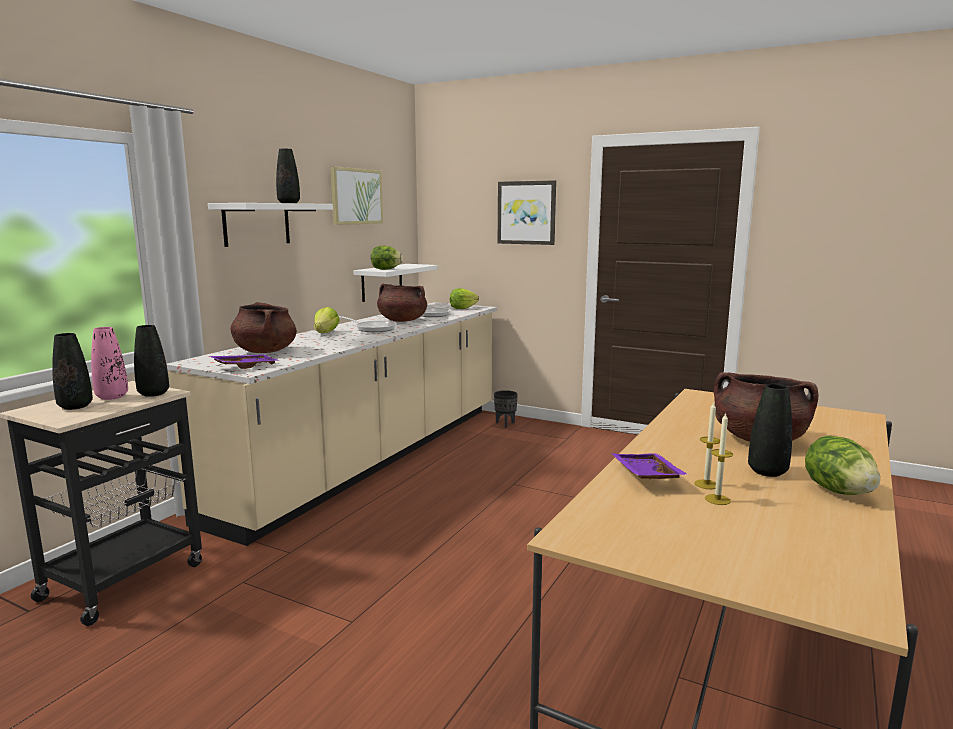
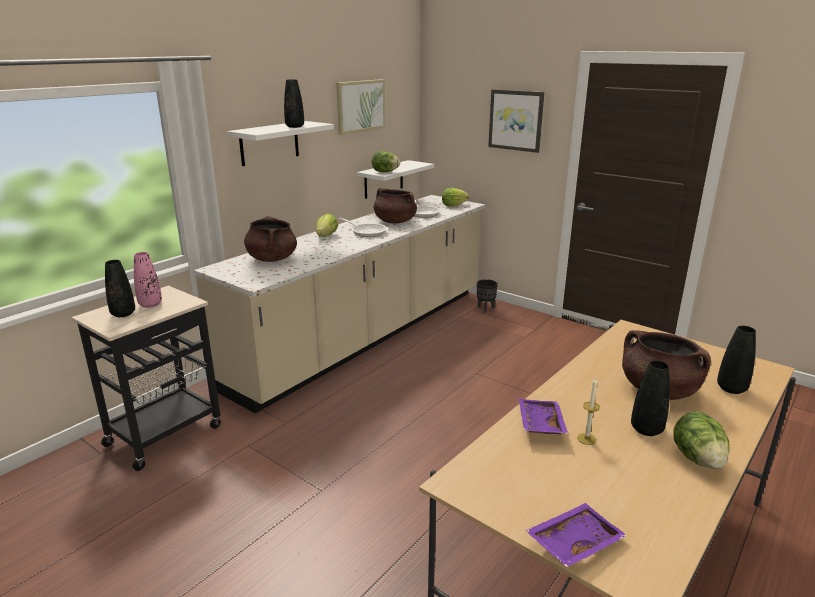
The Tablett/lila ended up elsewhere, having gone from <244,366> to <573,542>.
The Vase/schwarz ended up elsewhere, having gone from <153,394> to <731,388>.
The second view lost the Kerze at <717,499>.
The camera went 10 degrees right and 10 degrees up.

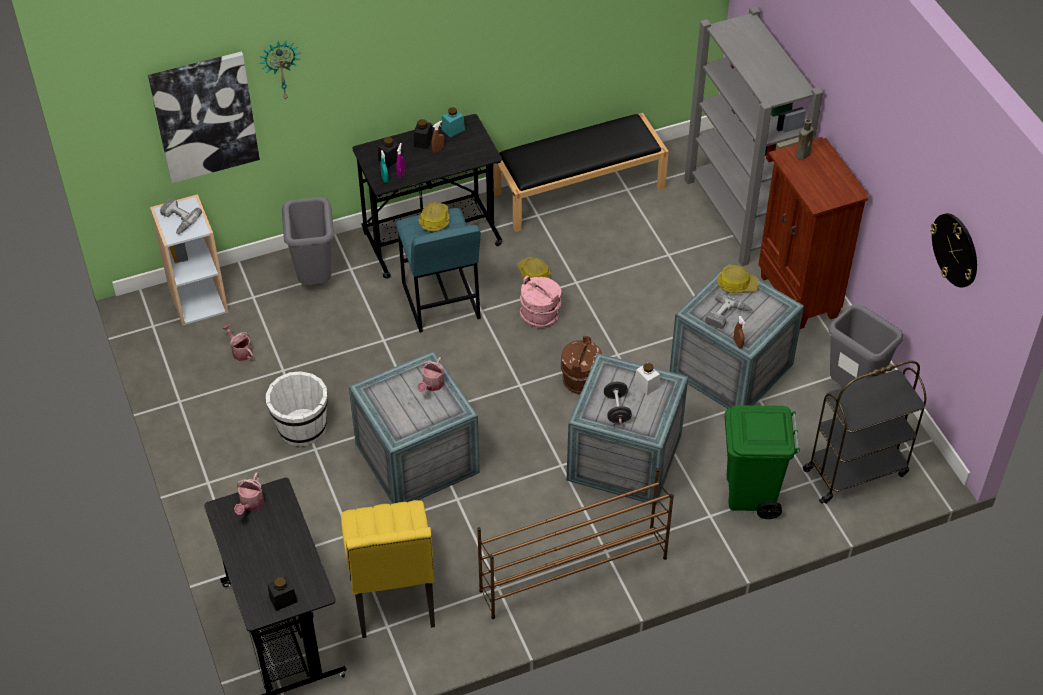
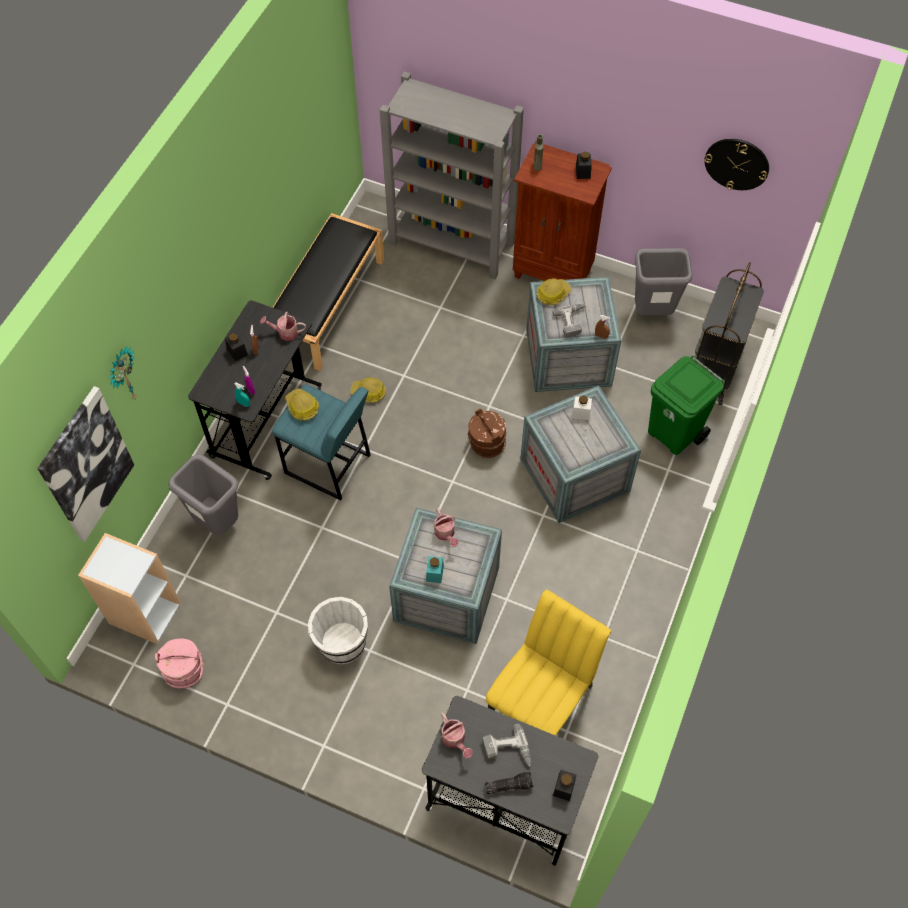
The Eimer/rosa ended up elsewhere, having gone from <540,315> to <184,670>.
The Gießkanne ended up elsewhere, having gone from <240,351> to <285,332>.
The Vorratsglas/türkis ended up elsewhere, having gone from <453,129> to <434,573>.
The Bohrmaschine ended up elsewhere, having gone from <177,220> to <507,751>.
The second view gained the Taschenlampe at <508,785>.
The Stuhl/gelb at <392,591> ended up facing another way, 90 degrees counterclockwise from before.
The Vorratsglas/schwarz ended up elsewhere, having gone from <390,159> to <583,172>.
The second view lost the Schuhregal/braun at <572,574>.
The second view lost the Hantel/schwarz at <617,410>.
The camera went 45 degrees left and 10 degrees up.

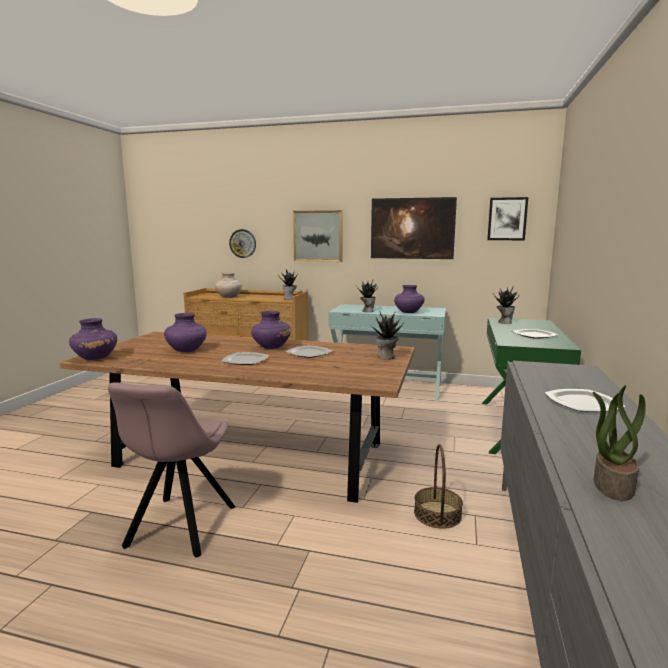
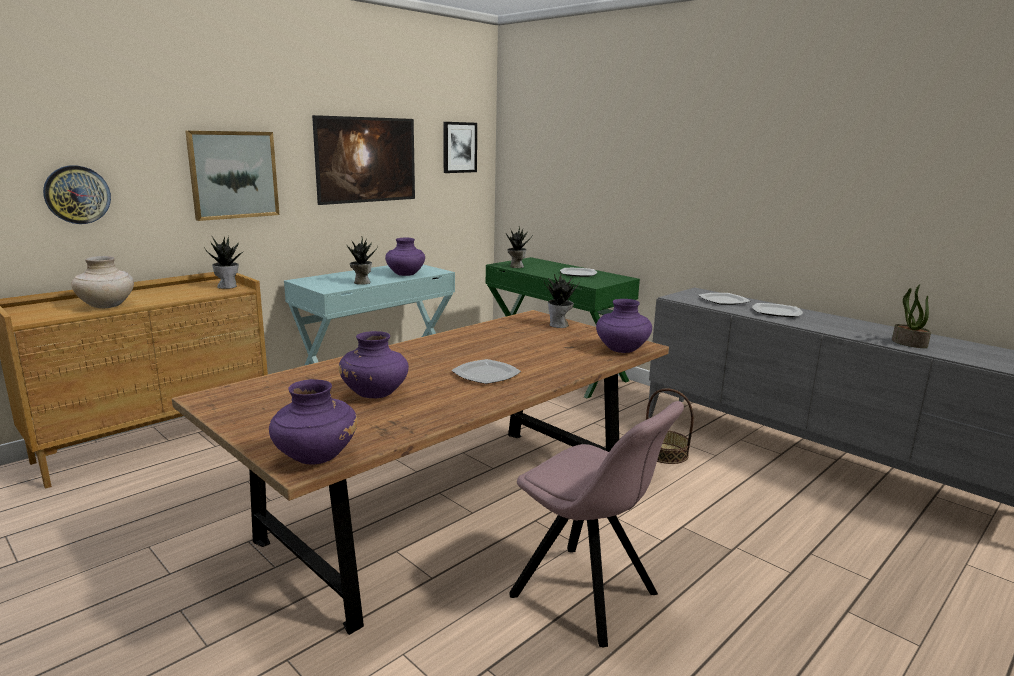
The Vase/lila ended up elsewhere, having gone from <271,347> to <621,350>.
The Teller ended up elsewhere, having gone from <308,353> to <723,301>.
The camera went 60 degrees left and 5 degrees up.

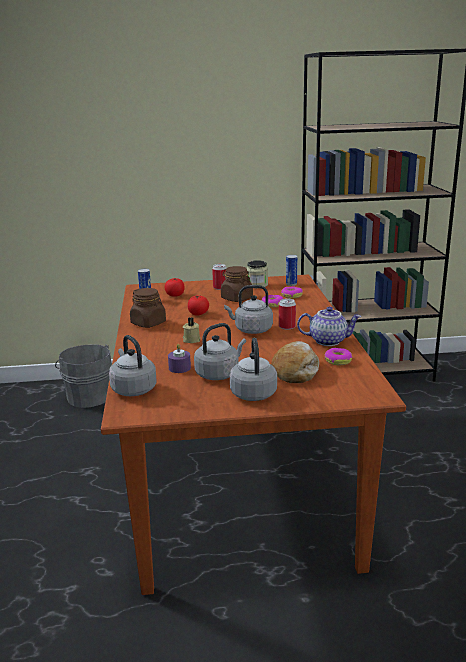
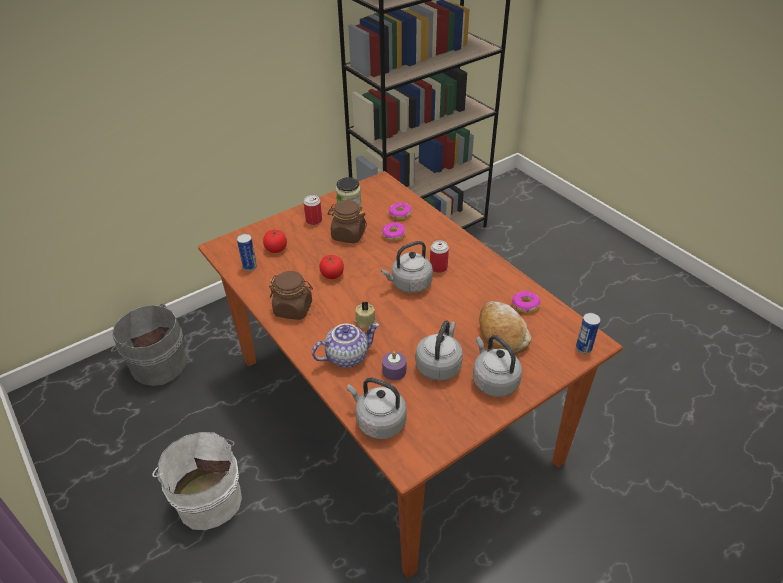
The second view gained the Eimer/weiß at <209,497>.
The Teekanne ended up elsewhere, having gone from <328,341> to <347,356>.
The Dose ended up elsewhere, having gone from <291,284> to <583,348>.
The camera went 30 degrees left and 20 degrees up.

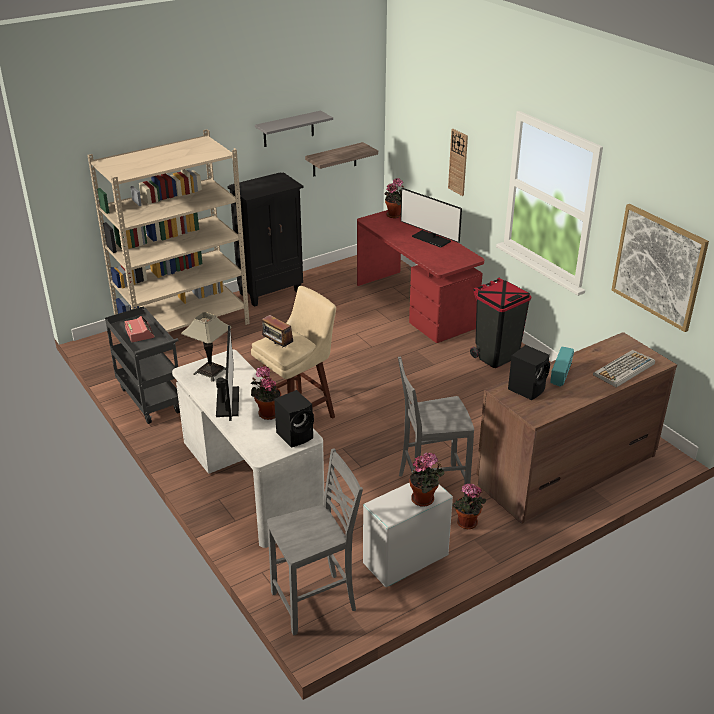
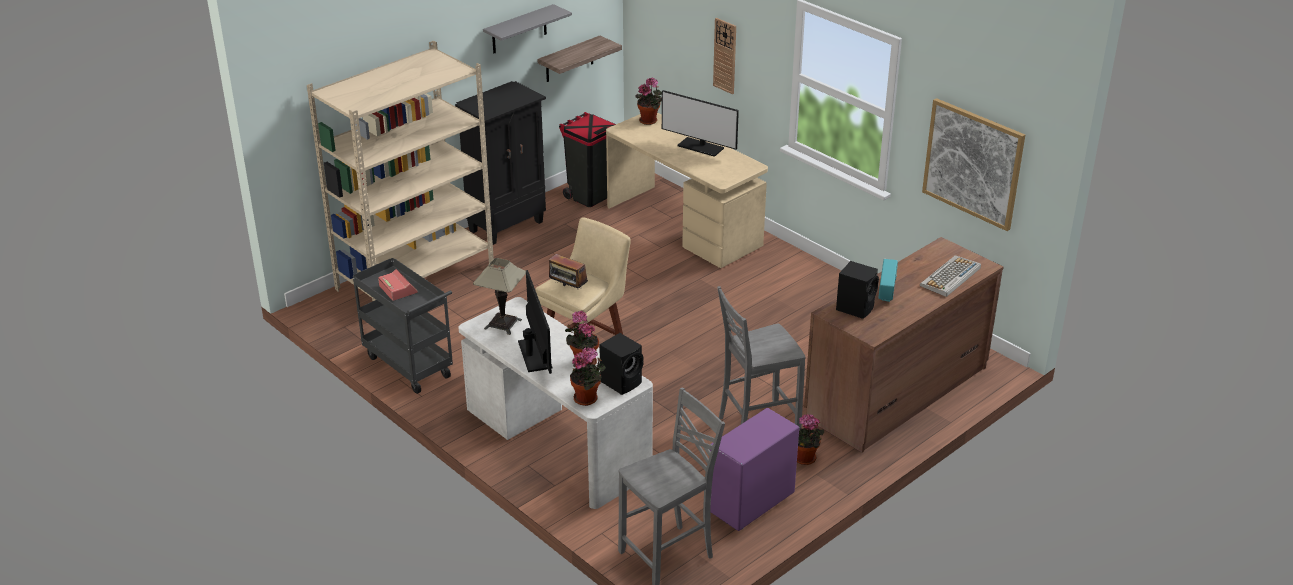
The Mülleimer/schwarz ended up elsewhere, having gone from <496,355> to <590,195>.
The Topfpflanze ended up elsewhere, having gone from <425,499> to <588,399>.
What was the Schreibtisch/rot at <415,305> turned into the Schreibtisch/beige at <684,225>.
What was the Nachttisch/weiß at <404,562> turned into the Nachttisch/lila at <749,505>.
The camera went 10 degrees left and 0 degrees up.

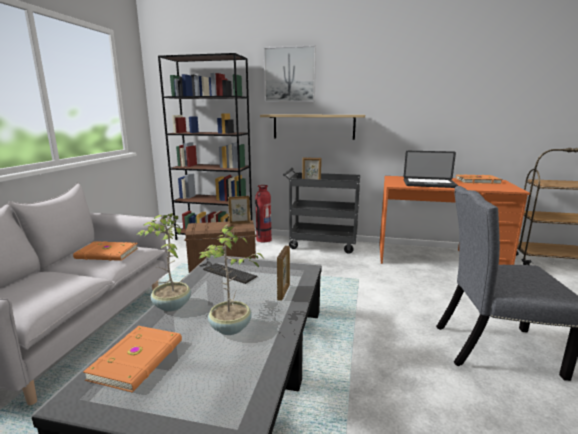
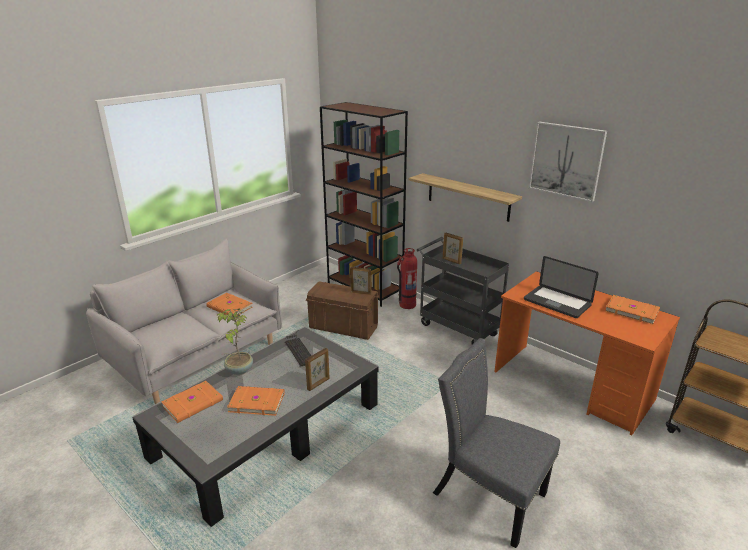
Where the Topfpflanze stood at <230,328>, the Buch/orange came to stand at <256,402>.
The Bild ended up elsewhere, having gone from <289,74> to <566,160>.
The camera went 30 degrees right and 10 degrees up.

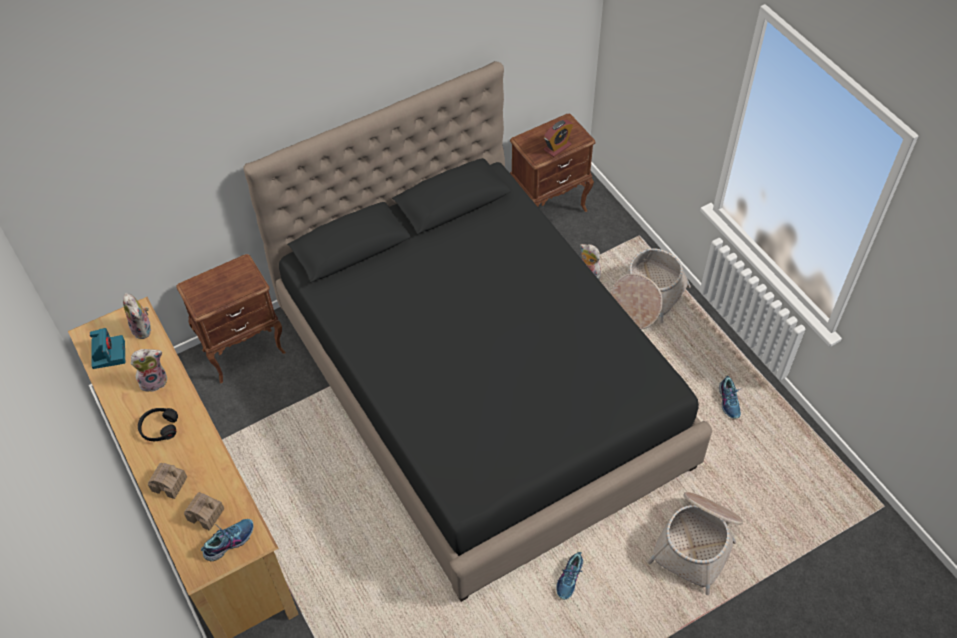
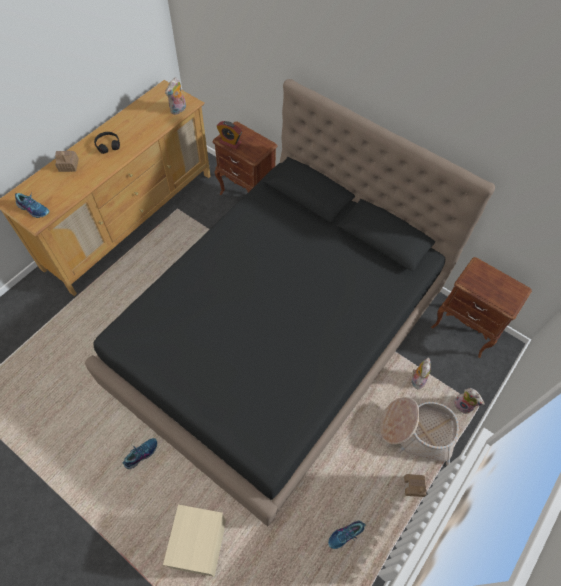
The Schuh at <570,578> ended up facing another way, 135 degrees clockwise from before.
Where the Korb stood at <697,542>, the Aufbewahrungsbox/beige came to stand at <200,545>.
The Wecker ended up elsewhere, having gone from <557,147> to <230,142>.
The Spielzeughaus ended up elsewhere, having gone from <206,514> to <413,486>.
The Plüschtier ended up elsewhere, having gone from <154,380> to <463,405>.
The second view lost the Kamera at <108,353>.
The camera went 65 degrees right and 5 degrees up.

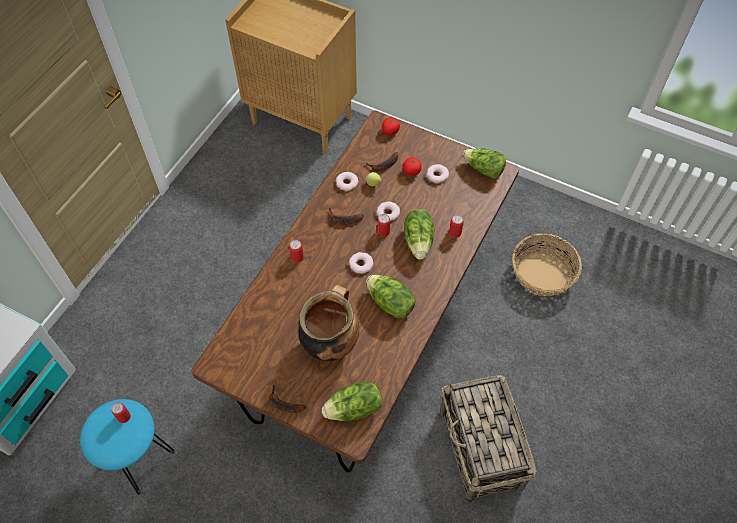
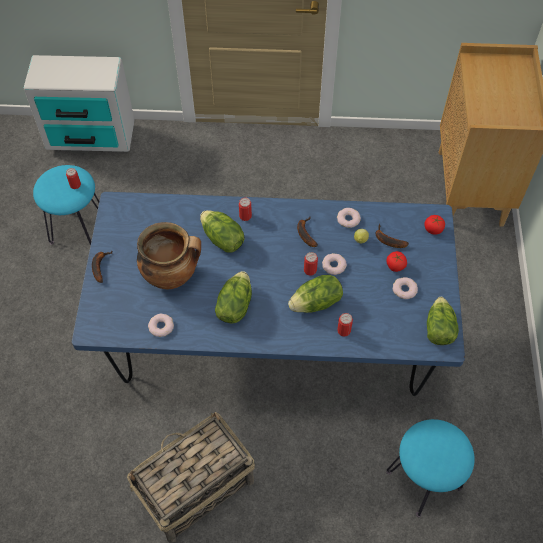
What was the Esstisch/braun at <369,331> turned into the Esstisch/blau at <270,343>.
The Donut ended up elsewhere, having gone from <361,264> to <161,326>.
The Salatkopf ended up elsewhere, having gone from <354,409> to <222,239>.
Where the Korb stood at <542,275>, the Hocker/türkis came to stand at <423,479>.
The camera went 65 degrees right and 0 degrees up.

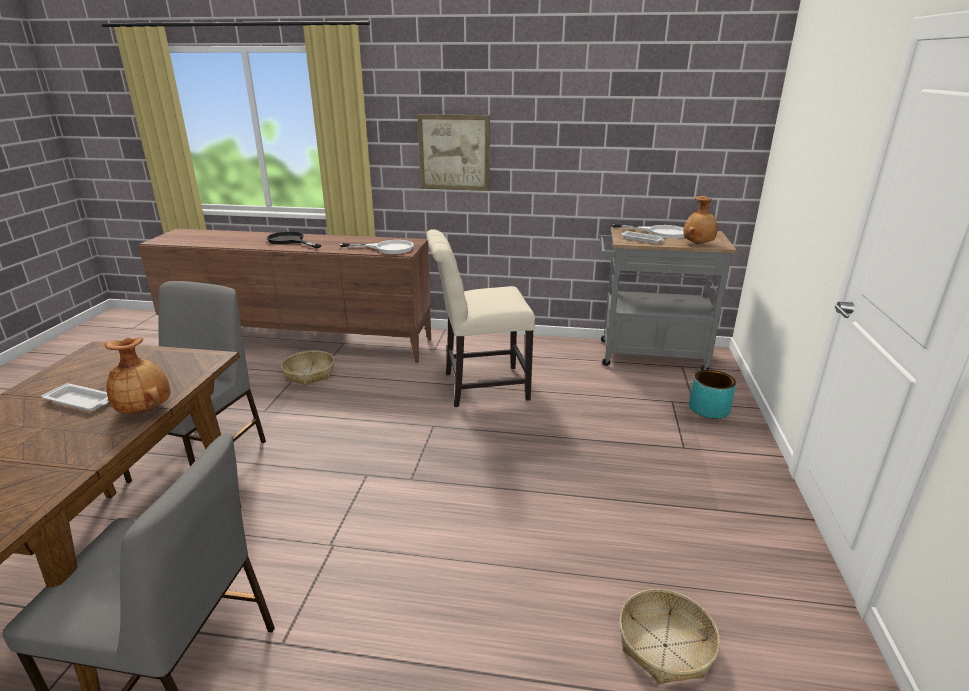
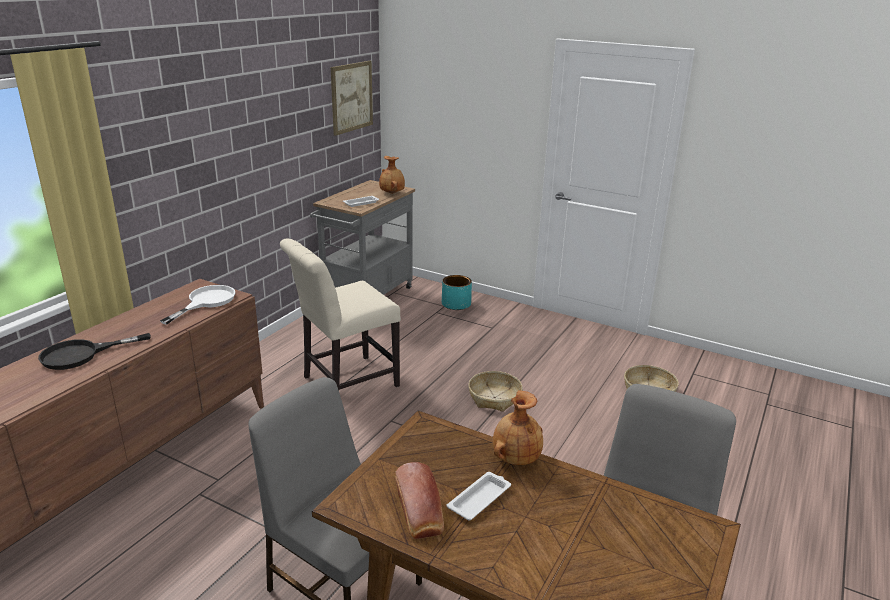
The Stuhl/beige at <479,386> ended up facing another way, 45 degrees clockwise from before.
The Bild ended up elsewhere, having gone from <454,152> to <351,97>.
The second view gained the Brot at <420,515>.
The Korb ended up elsewhere, having gone from <309,374> to <494,397>.
The second view lost the Pfanne/weiß at <660,232>.
The camera went 70 degrees left and 0 degrees up.

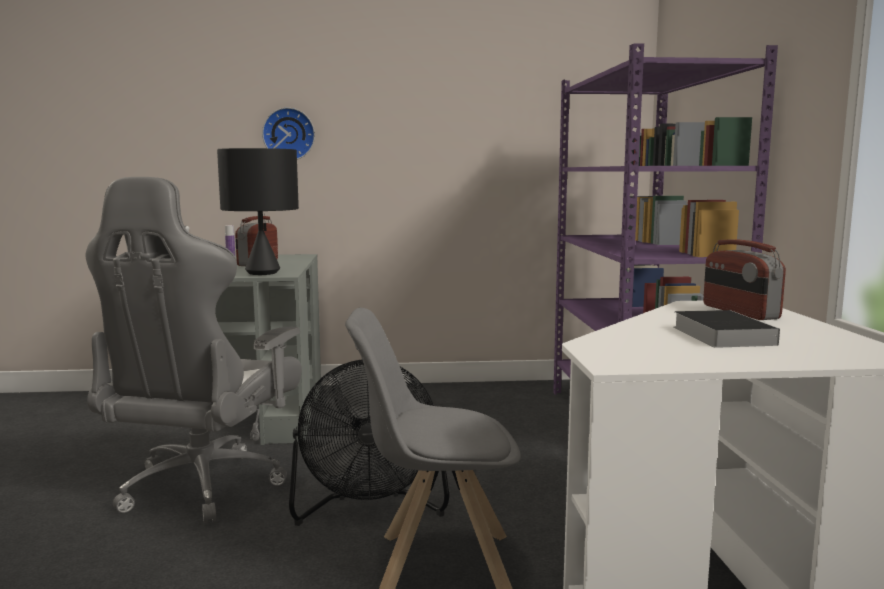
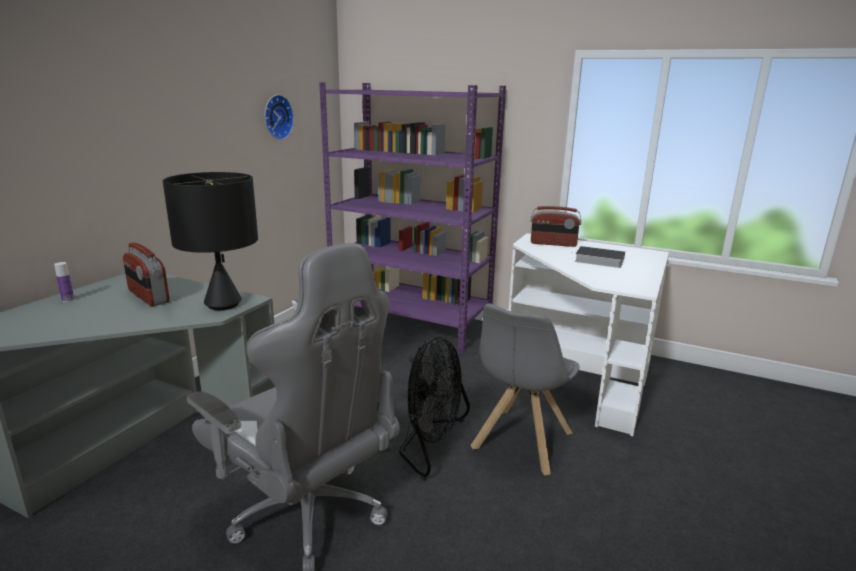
The Wanduhr ended up elsewhere, having gone from <289,134> to <276,117>.
The camera went 60 degrees left and 10 degrees up.

